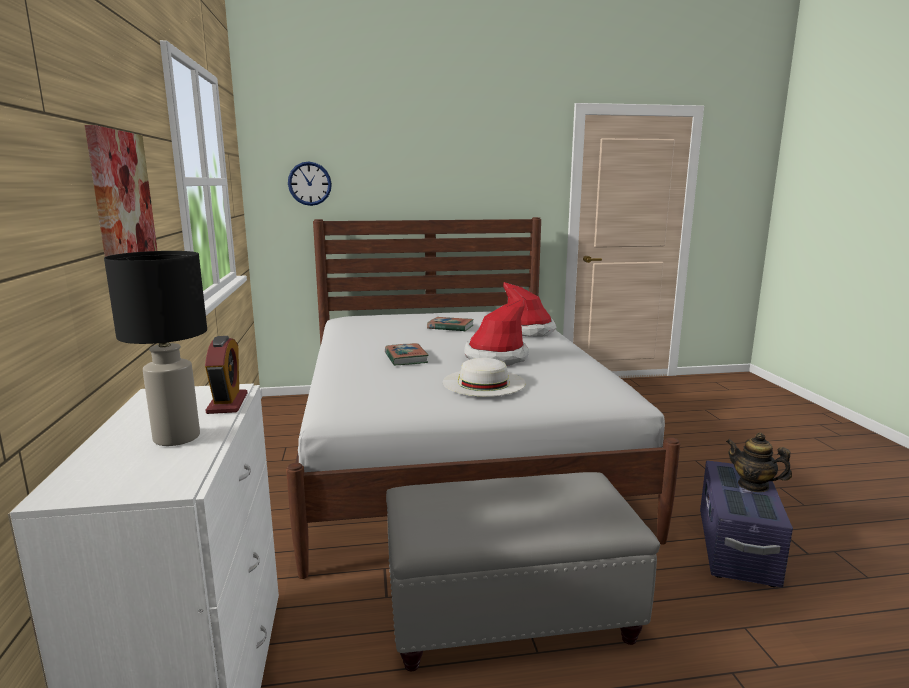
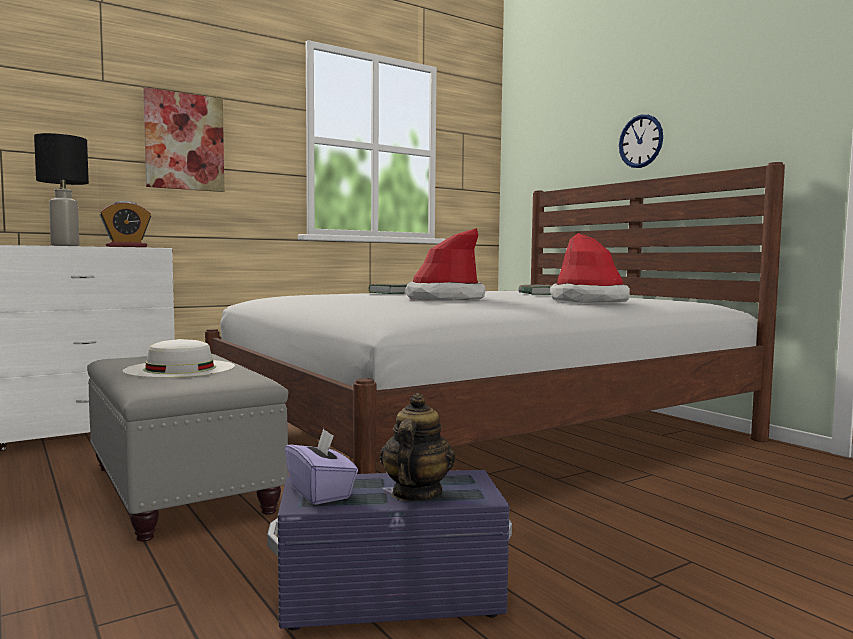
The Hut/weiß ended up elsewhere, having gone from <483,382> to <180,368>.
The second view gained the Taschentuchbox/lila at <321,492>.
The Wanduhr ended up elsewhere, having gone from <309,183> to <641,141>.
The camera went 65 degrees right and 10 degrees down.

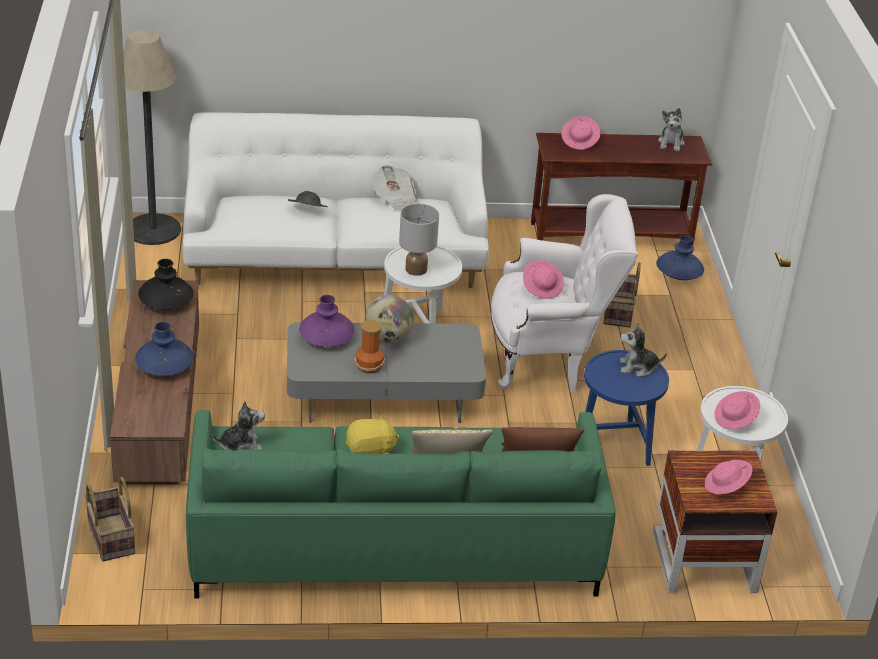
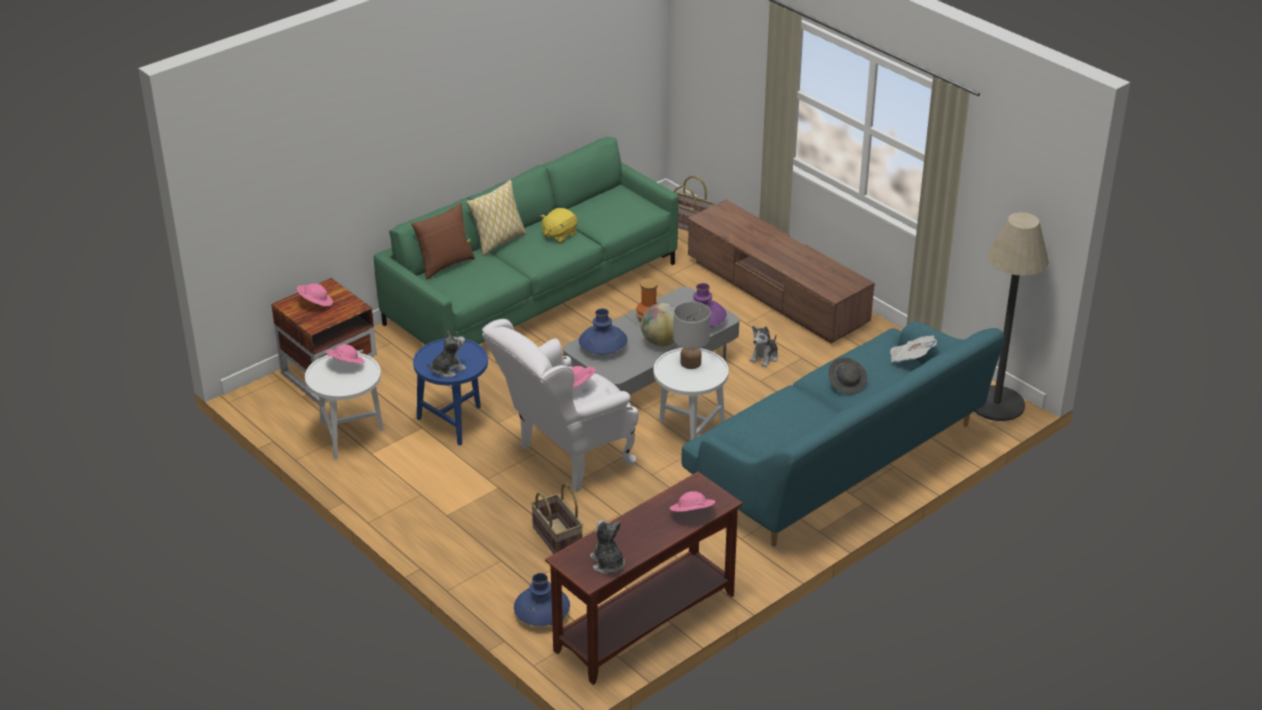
The Vase/blau ended up elsewhere, having gone from <164,366> to <603,347>.
What was the Sofa/weiß at <335,255> turned into the Sofa/türkis at <839,461>.
The Plüschtier ended up elsewhere, having gone from <240,446> to <764,357>.
The Zeitung ended up elsewhere, having gone from <394,199> to <910,359>.
The second view lost the Vase/schwarz at <166,302>.
The camera went 145 degrees right and 0 degrees up.

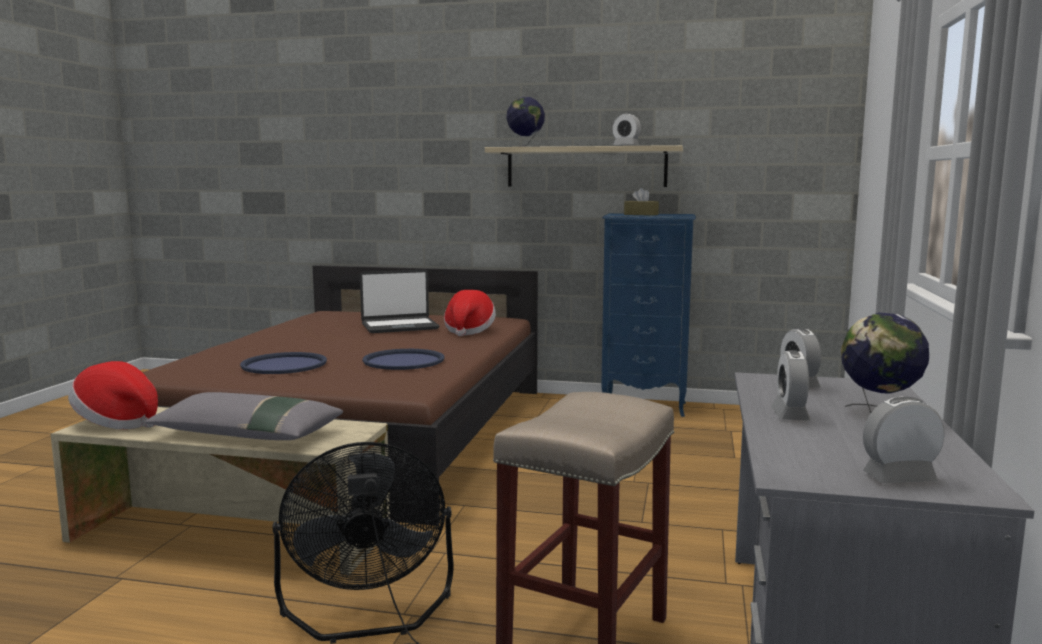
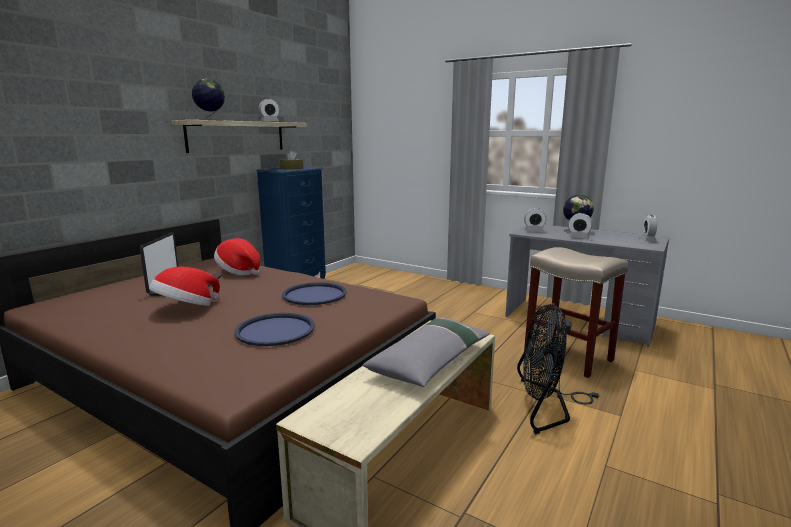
The Hut ended up elsewhere, having gone from <118,422> to <186,308>.
The camera went 70 degrees left and 5 degrees up.

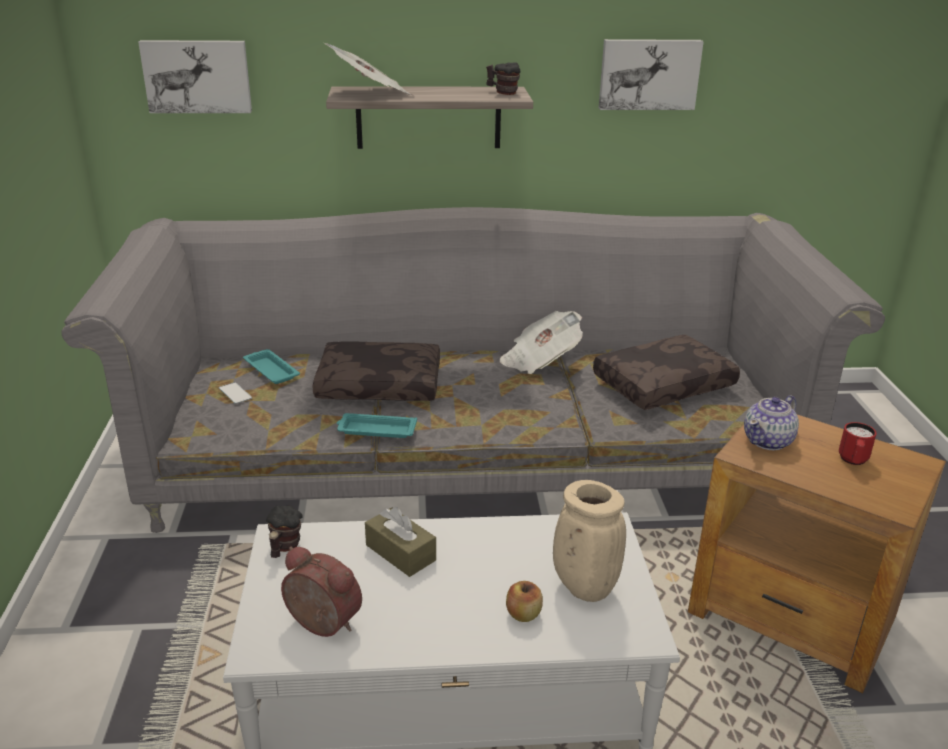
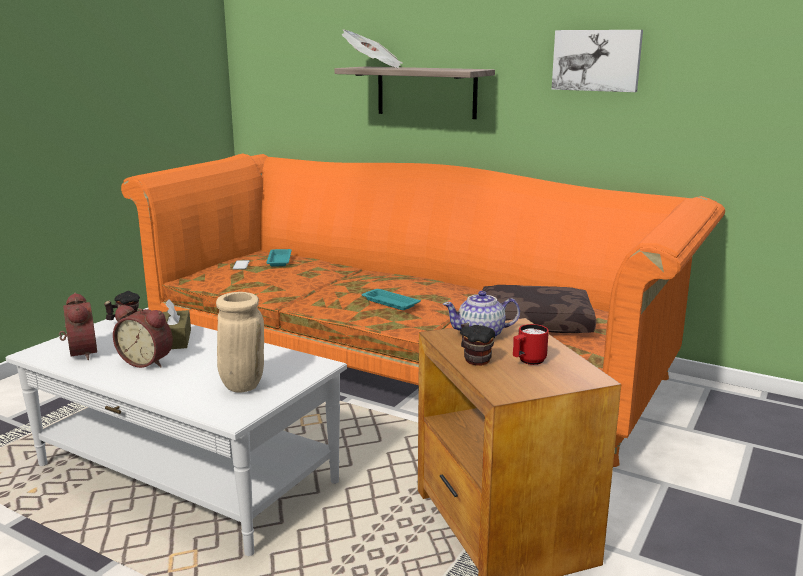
The second view gained the Wecker at <148,361>.
What was the Sofa/grau at <474,453> turned into the Sofa/orange at <402,359>.
The Tablett/türkis ended up elsewhere, having gone from <376,430> to <389,302>.
The Henkelbecher ended up elsewhere, having gone from <503,92> to <474,359>.
The second view lost the Bild at <197,76>.
The second view lost the Kissen/braun at <380,384>.
The second view lost the Zeitung at <540,361>.
The second view lost the Apfel at <523,614>.
The camera went 35 degrees right and 10 degrees down.

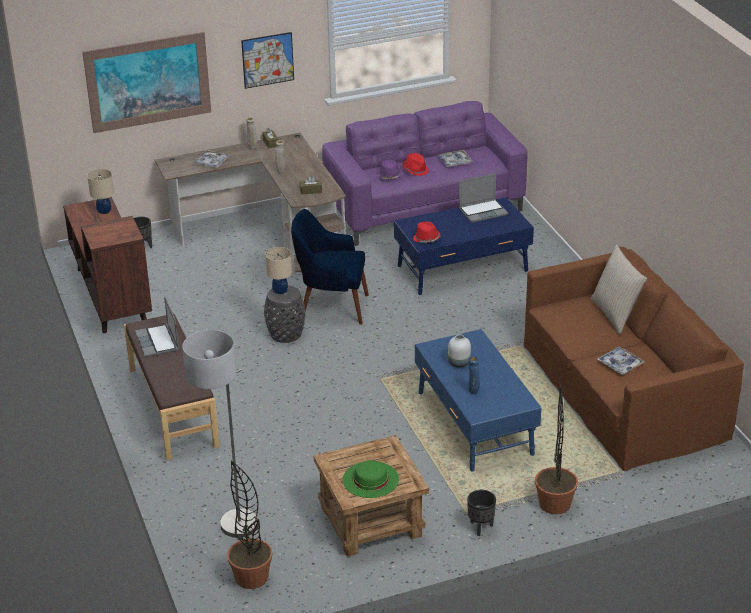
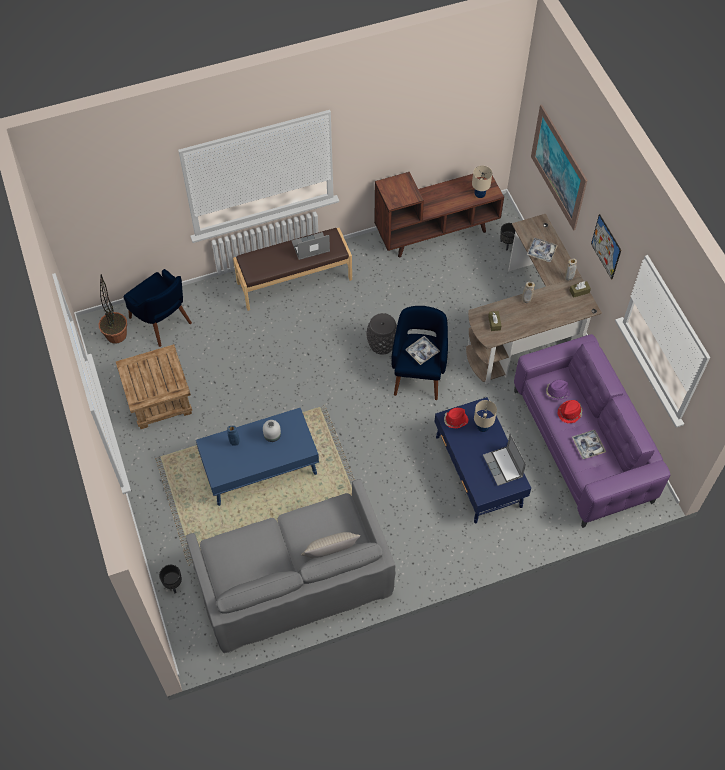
Where the Stehlampe/grau stood at <230,530>, the Sessel/blau came to stand at <161,321>.
The Pflanzkübel/schwarz ended up elsewhere, having gone from <480,528> to <173,584>.
What was the Sofa/braun at <622,391> turned into the Sofa/grau at <293,579>.
The Tablett ended up elsewhere, having gone from <620,364> to <422,352>.
The Tischlampe/beige ended up elsewhere, having gone from <280,292> to <482,427>.
The second view lost the Hut/grün at <370,479>.
The second view lost the Topfpflanze at <554,504>.
The camera went 90 degrees right and 25 degrees up.

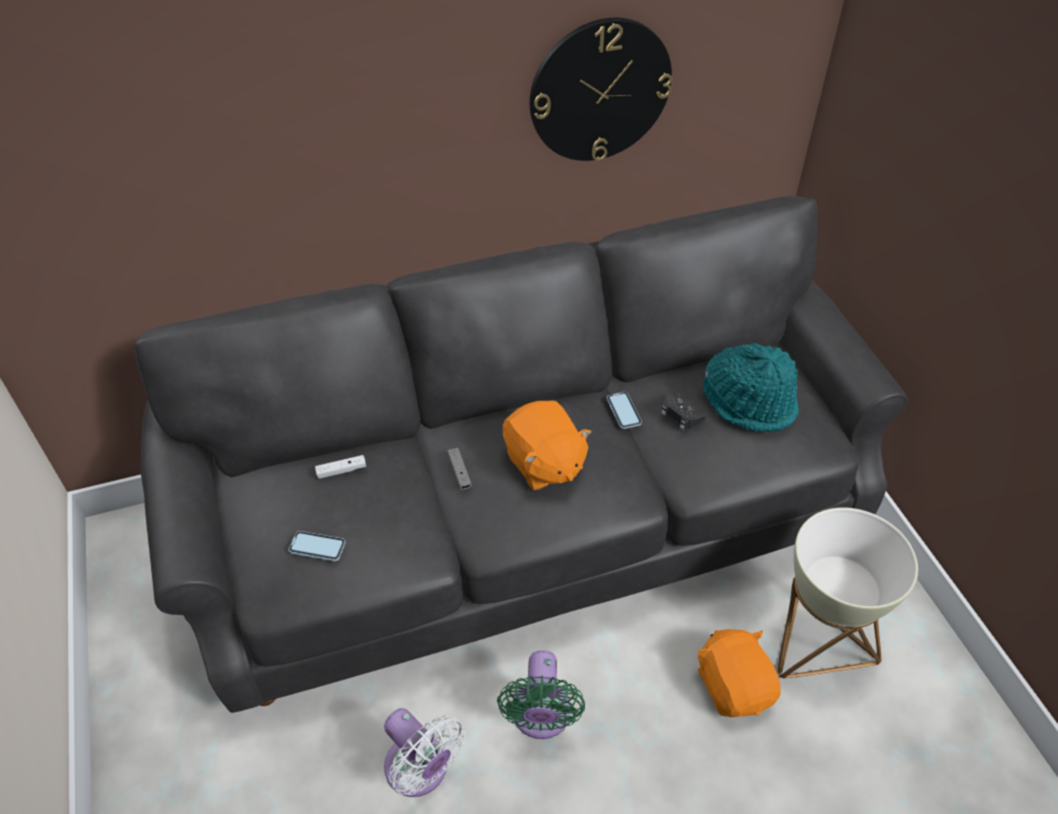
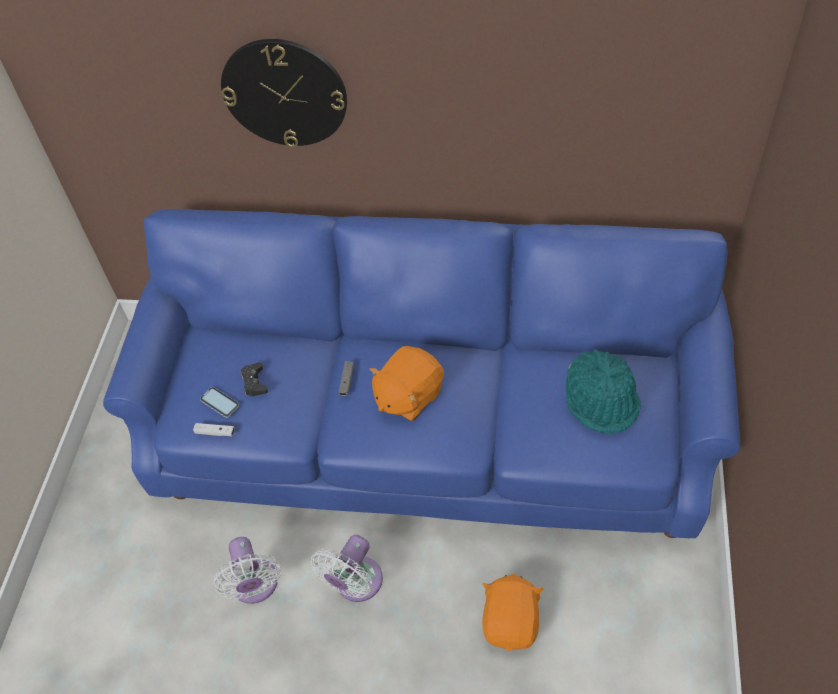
What was the Sofa/schwarz at <528,518> turned into the Sofa/blau at <428,430>.
The Gamepad/weiß ended up elsewhere, having gone from <341,471> to <215,432>.
The Wanduhr ended up elsewhere, having gone from <600,91> to <284,93>.
The Gamepad/schwarz ended up elsewhere, having gone from <681,414> to <254,382>.
What was the Ventilator/grün at <541,717> turned into the Ventilator/weiß at <355,584>.
The Plüschtier/orange at <543,463> ended up facing another way, 45 degrees clockwise from before.
The second view lost the Handy at <623,411>.
The second view lost the Pflanzkübel at <818,641>.
The camera went 30 degrees right and 5 degrees up.

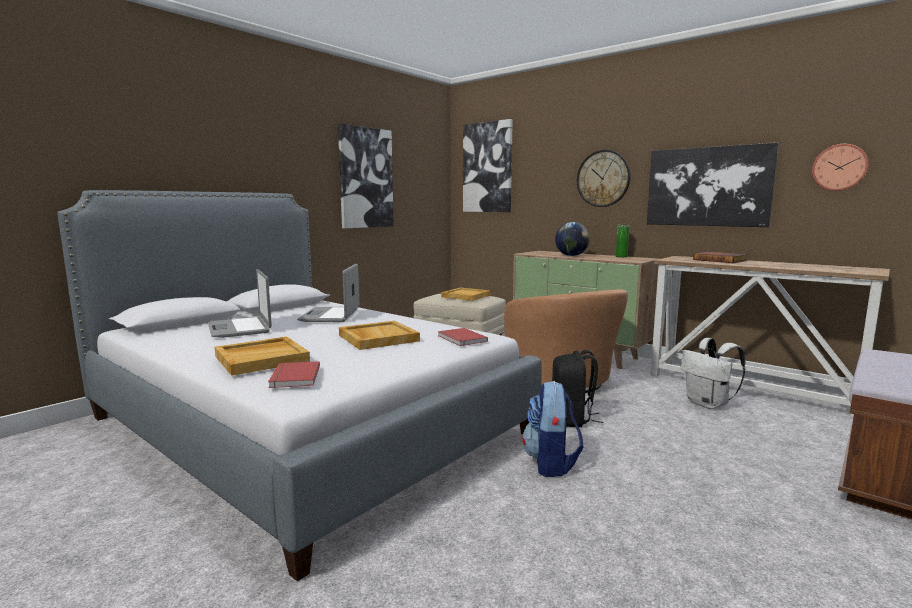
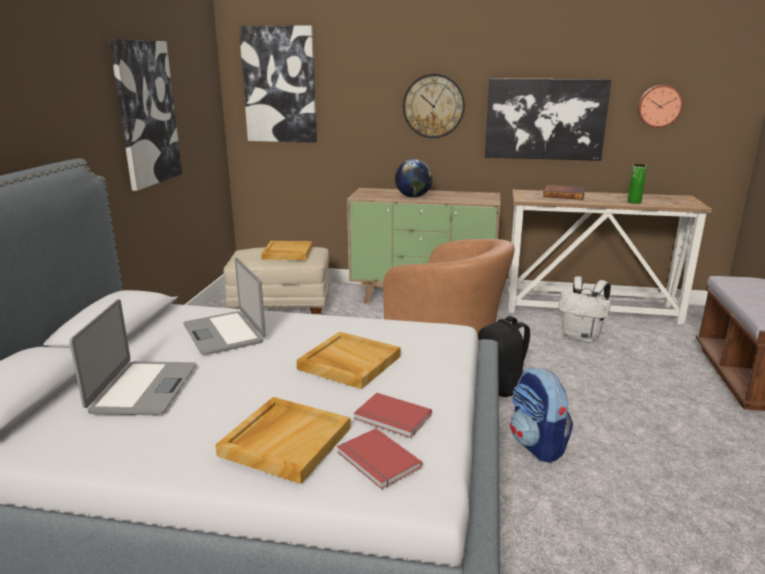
The Laptop at <240,328> ended up facing another way, 120 degrees counterclockwise from before.
The Buch/rot ended up elsewhere, having gone from <461,339> to <392,418>.
The Vase/grün ended up elsewhere, having gone from <621,256> to <634,202>.
The camera went 30 degrees left and 10 degrees up.

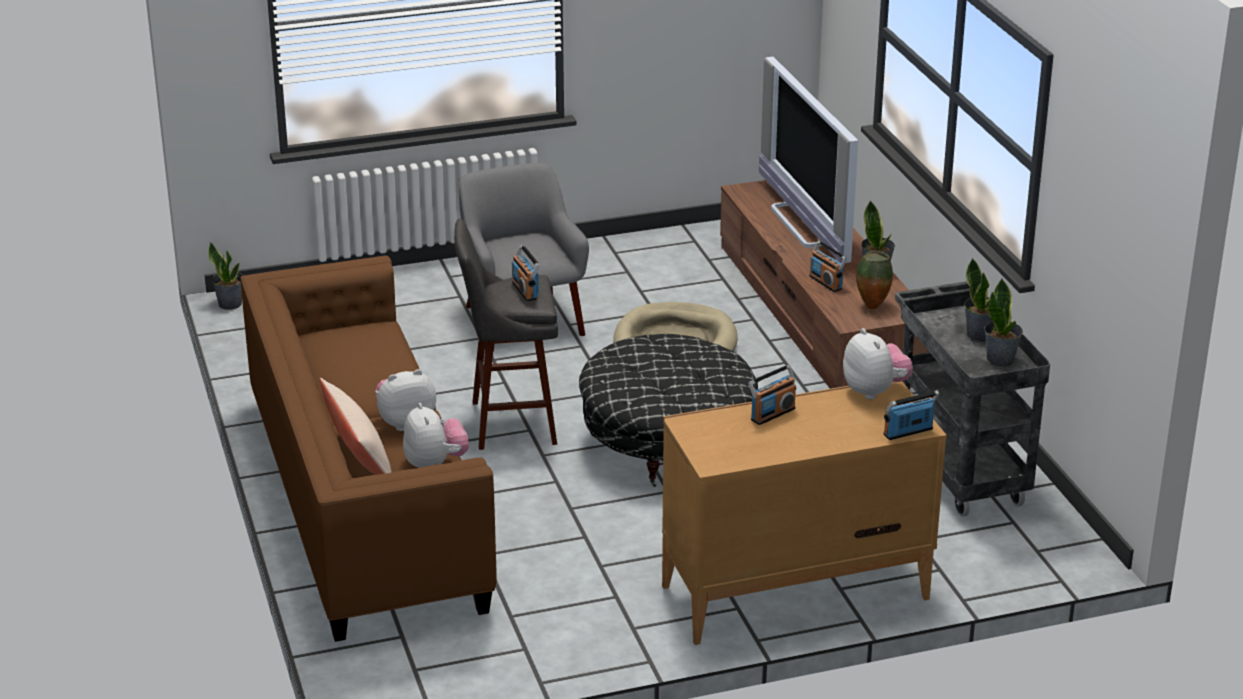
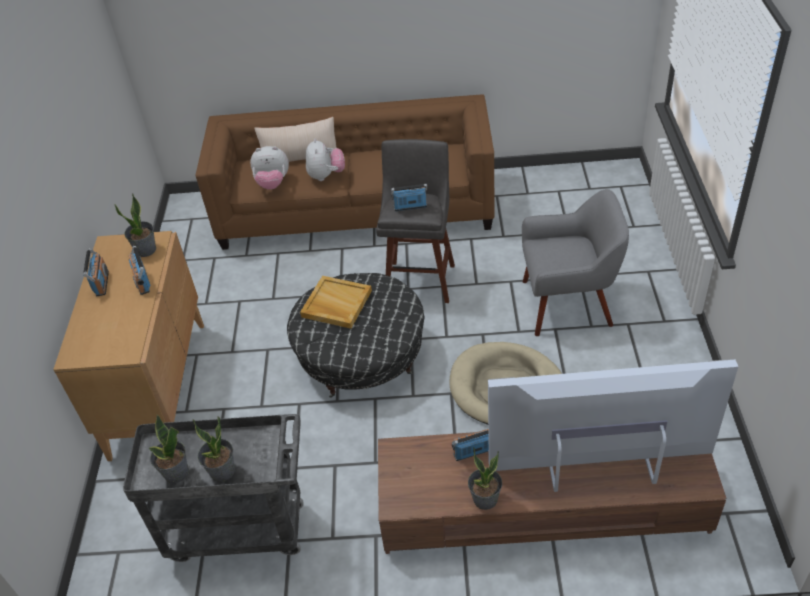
The Radio ended up elsewhere, having gone from <908,432> to <101,283>.
The Topfpflanze ended up elsewhere, having gone from <230,304> to <146,250>.
The second view gained the Tablett/beige at <336,304>.
The second view lost the Plüschtier at <875,391>.
The second view lost the Vase at <871,306>.
The camera went 110 degrees right and 15 degrees up.

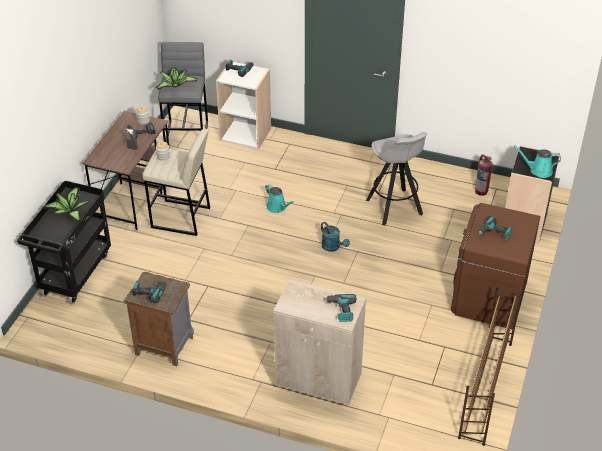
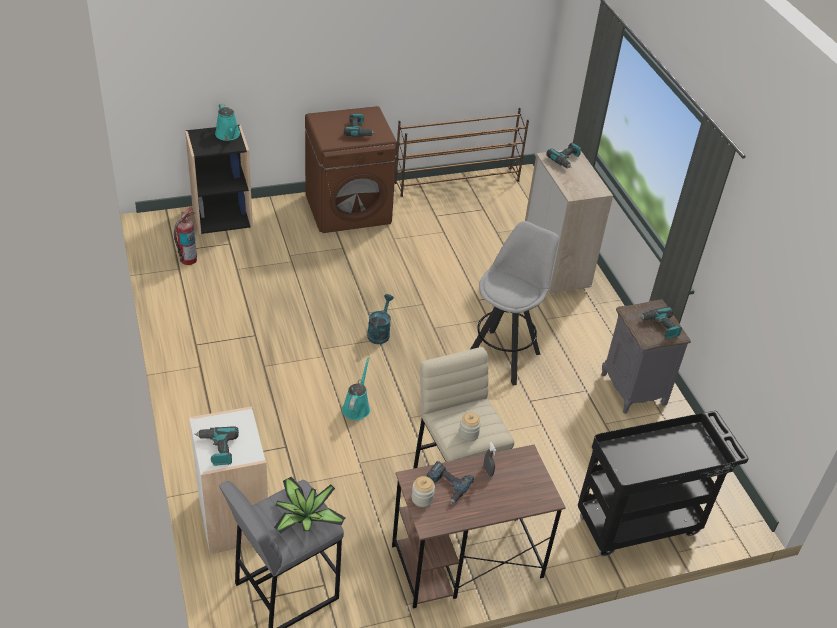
The Hocker/grau ended up elsewhere, having gone from <394,208> to <504,356>.
The second view lost the Topfpflanze at <69,211>.
The camera went 130 degrees left and 0 degrees up.

